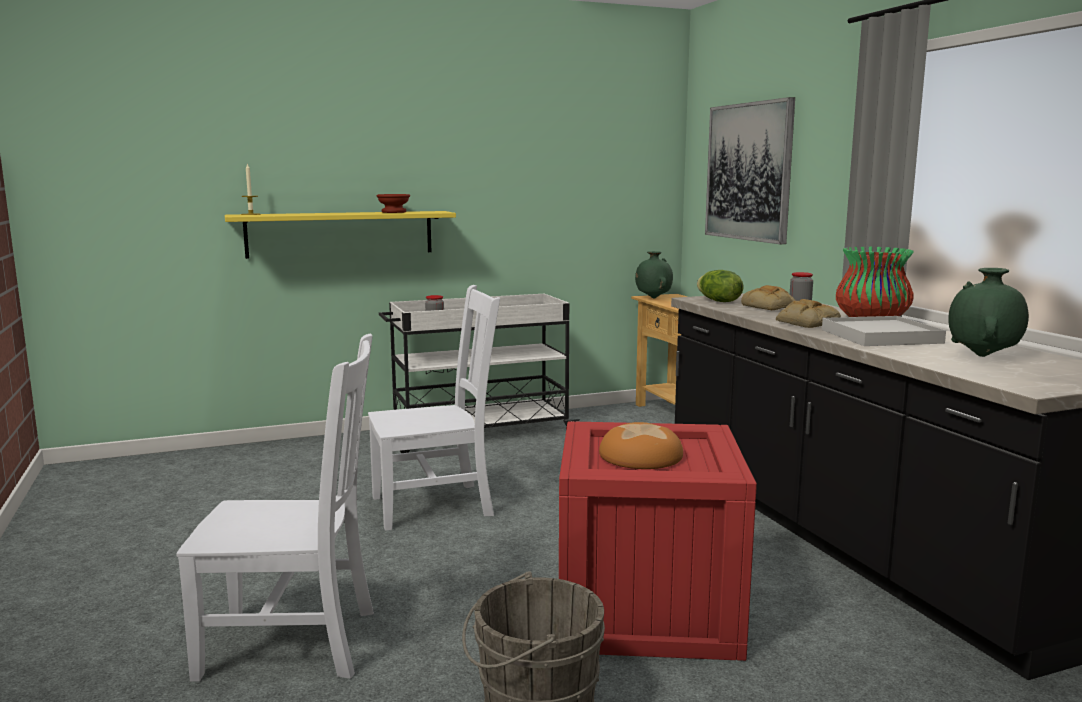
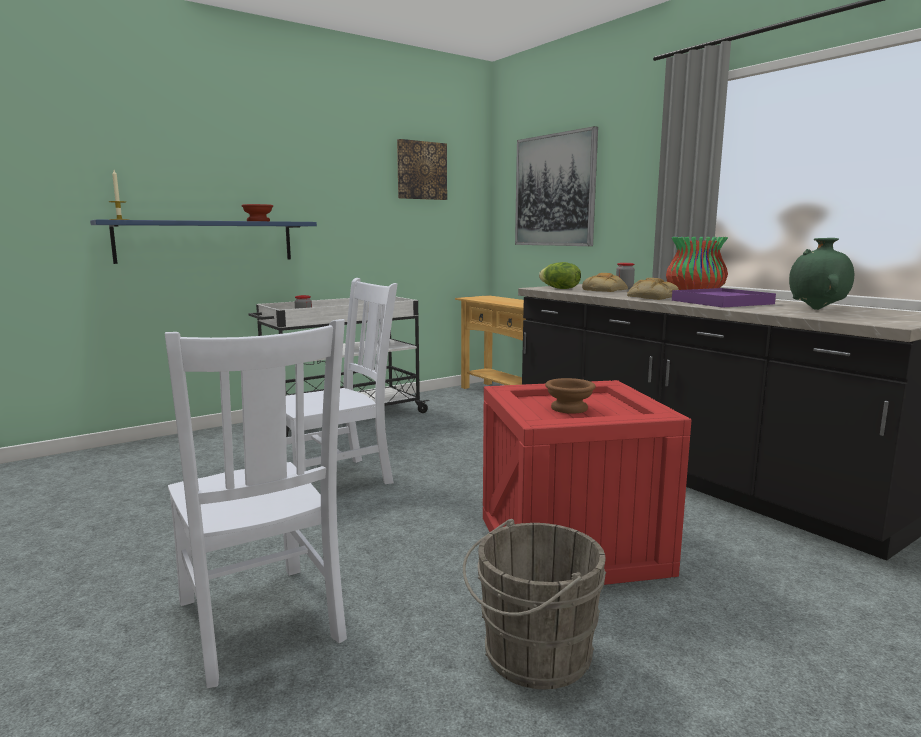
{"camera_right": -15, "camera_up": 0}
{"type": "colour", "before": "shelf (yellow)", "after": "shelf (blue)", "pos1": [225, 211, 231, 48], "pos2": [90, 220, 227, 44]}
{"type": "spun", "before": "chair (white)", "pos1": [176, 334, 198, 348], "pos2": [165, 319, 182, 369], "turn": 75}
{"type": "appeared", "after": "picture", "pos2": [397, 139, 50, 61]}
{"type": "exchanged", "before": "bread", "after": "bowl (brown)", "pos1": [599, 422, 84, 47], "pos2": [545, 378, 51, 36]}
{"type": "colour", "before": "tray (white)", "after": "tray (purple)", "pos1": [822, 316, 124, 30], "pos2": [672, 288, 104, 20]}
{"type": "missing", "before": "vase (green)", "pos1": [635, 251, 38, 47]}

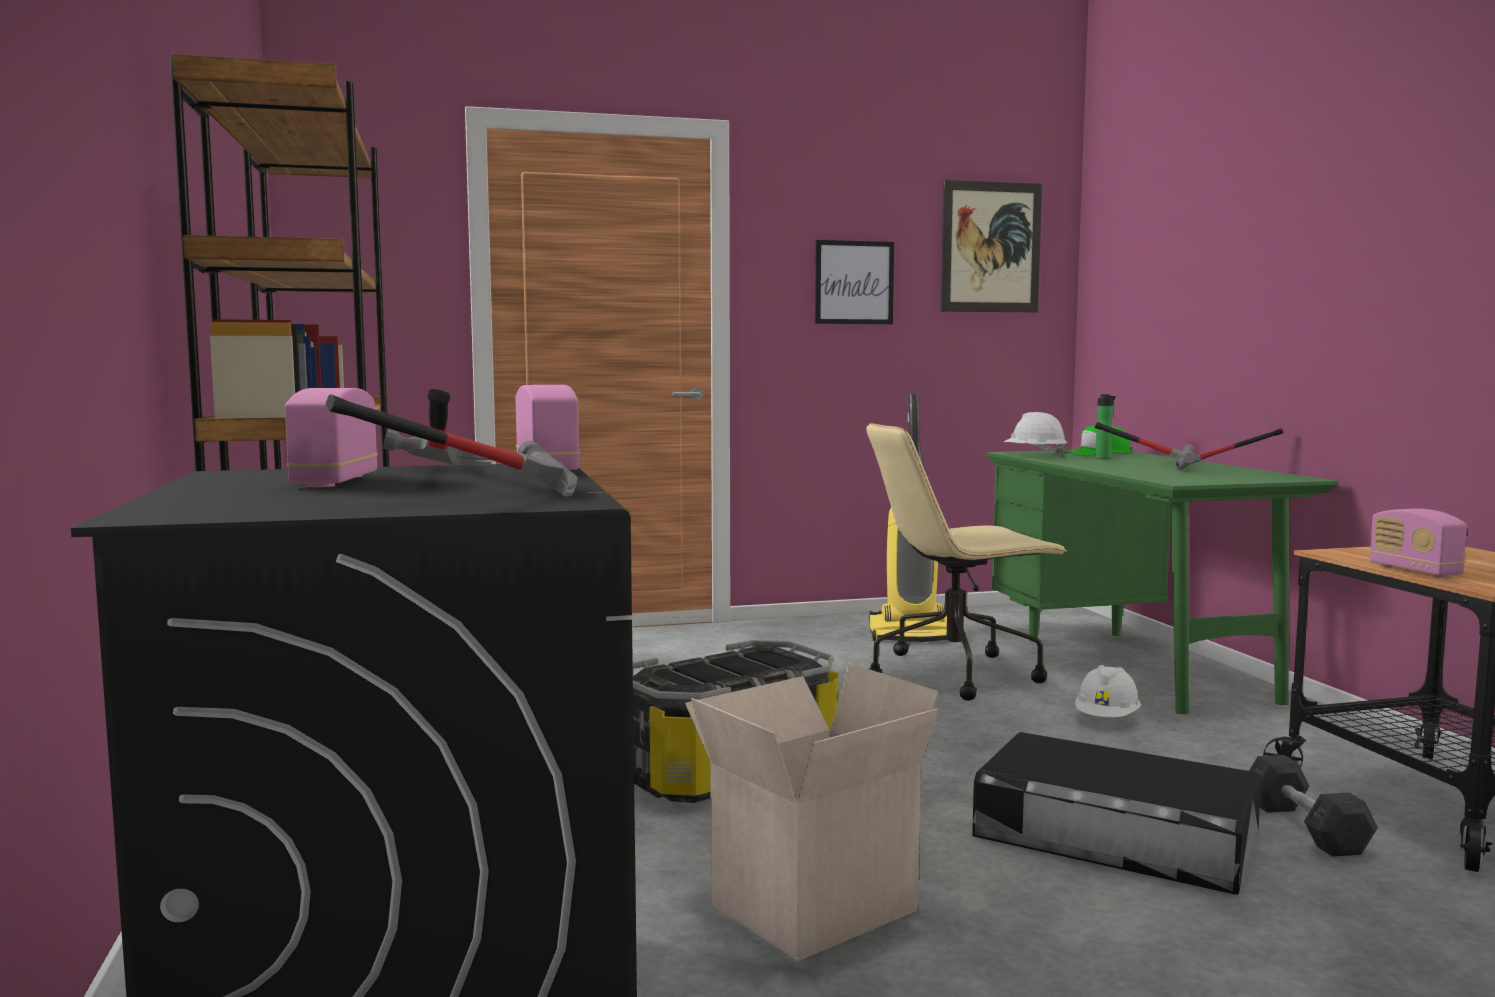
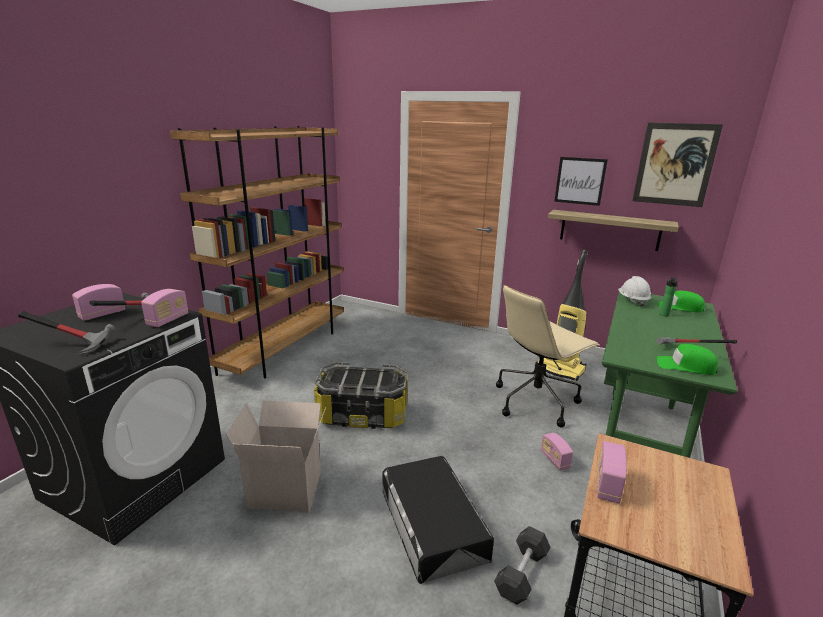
{"camera_right": 40, "camera_up": 15}
{"type": "spun", "before": "office chair (beige)", "pos1": [867, 423, 200, 278], "pos2": [496, 285, 104, 142], "turn": -60}
{"type": "exchanged", "before": "hard hat (white)", "after": "radio", "pos1": [1075, 665, 66, 53], "pos2": [541, 433, 32, 38]}
{"type": "appeared", "after": "shelf", "pos2": [548, 210, 131, 41]}
{"type": "appeared", "after": "cap (green)", "pos2": [657, 344, 61, 31]}
{"type": "missing", "before": "hammer", "pos1": [1095, 422, 99, 45]}

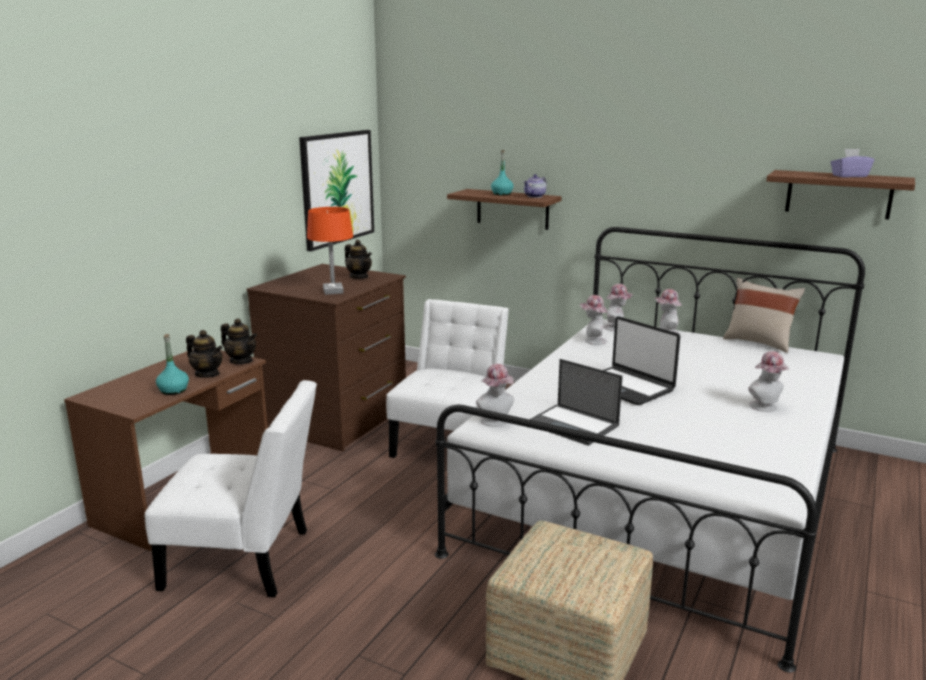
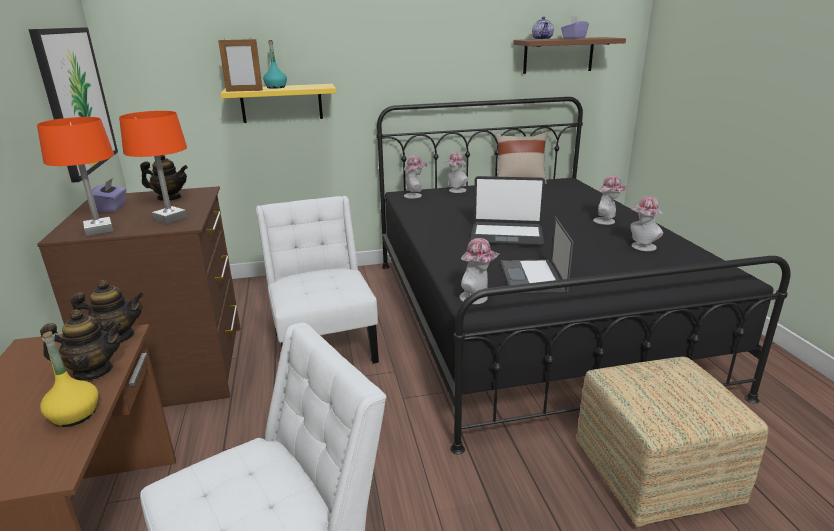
{"camera_right": -40, "camera_up": 5}
{"type": "appeared", "after": "table lamp (orange)", "pos2": [37, 117, 77, 119]}
{"type": "colour", "before": "bottle (turquoise)", "after": "bottle (yellow)", "pos1": [156, 334, 33, 61], "pos2": [40, 331, 59, 96]}
{"type": "appeared", "after": "tissue box (purple)", "pos2": [92, 178, 34, 34]}
{"type": "appeared", "after": "picture frame", "pos2": [218, 38, 45, 54]}
{"type": "colour", "before": "shelf (brown)", "after": "shelf (yellow)", "pos1": [447, 189, 115, 41], "pos2": [220, 84, 116, 39]}
{"type": "colour", "before": "bed (white)", "after": "bed (black)", "pos1": [435, 227, 430, 446], "pos2": [376, 97, 415, 357]}
{"type": "spun", "before": "laptop", "pos1": [529, 359, 94, 87], "pos2": [501, 216, 72, 77], "turn": 90}
{"type": "relocated", "before": "teapot", "pos1": [524, 174, 23, 24], "pos2": [532, 17, 22, 23]}
{"type": "relocated", "before": "hat", "pos1": [580, 295, 28, 50], "pos2": [630, 196, 33, 55]}

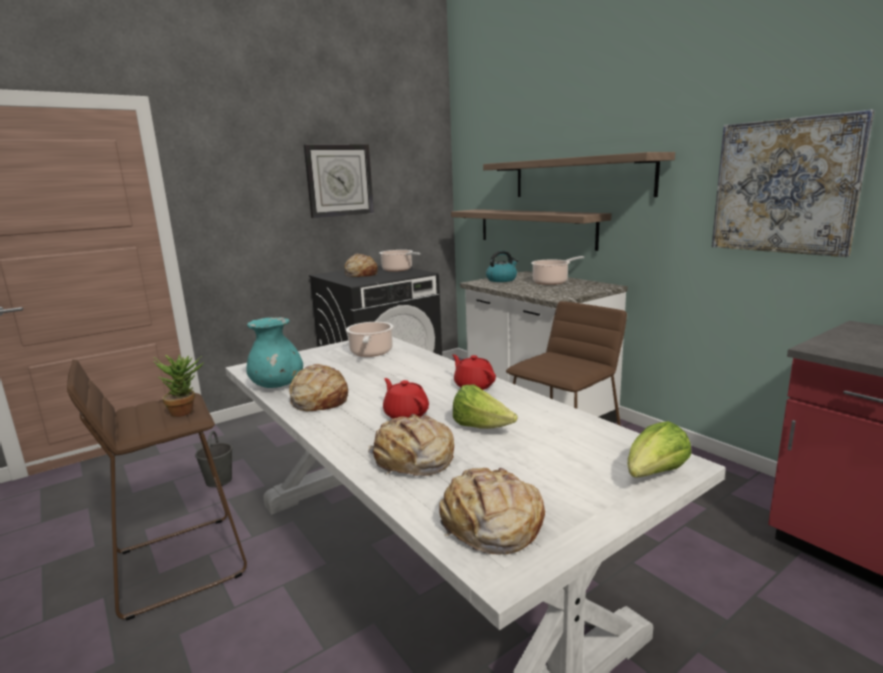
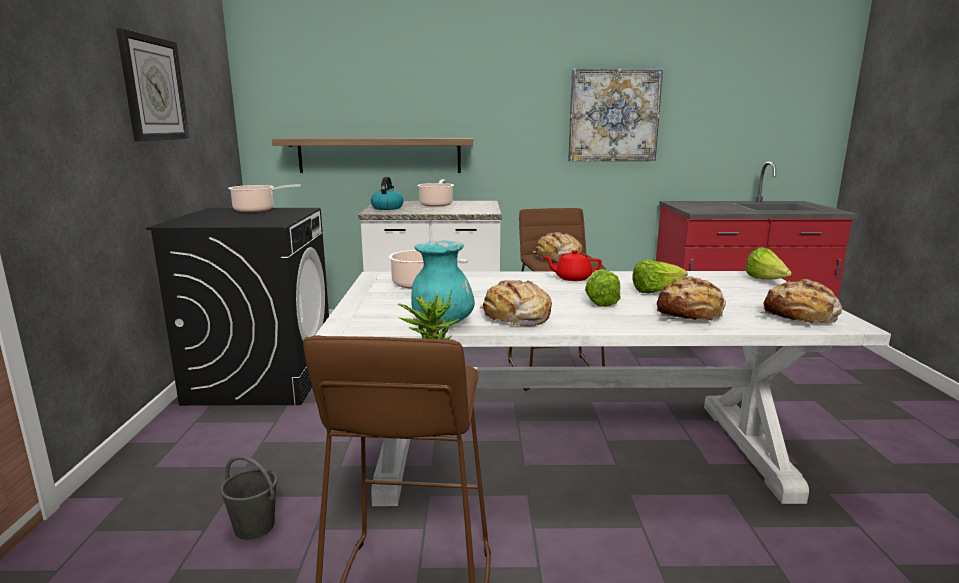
{"camera_right": -55, "camera_up": 0}
{"type": "relocated", "before": "bread", "pos1": [345, 254, 33, 23], "pos2": [533, 232, 49, 29]}
{"type": "exchanged", "before": "teapot (red)", "after": "lettuce", "pos1": [383, 378, 46, 41], "pos2": [585, 269, 36, 38]}
{"type": "missing", "before": "shelf", "pos1": [483, 152, 192, 45]}

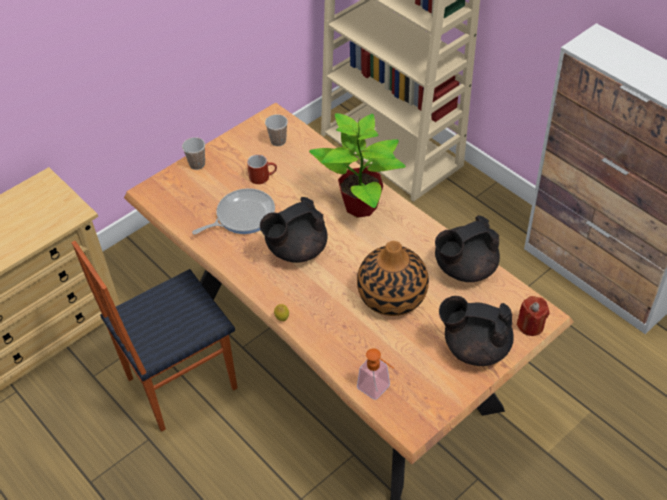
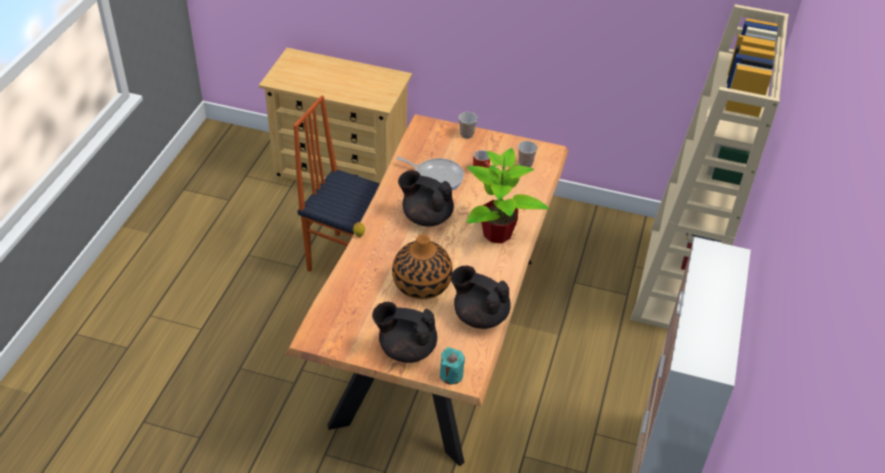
{"camera_right": 55, "camera_up": -5}
{"type": "spun", "before": "teapot (black)", "pos1": [439, 296, 75, 70], "pos2": [372, 302, 65, 61], "turn": -60}
{"type": "colour", "before": "candle (red)", "after": "candle (turquoise)", "pos1": [517, 296, 32, 40], "pos2": [440, 347, 25, 37]}
{"type": "missing", "before": "soap dispenser", "pos1": [357, 348, 37, 52]}

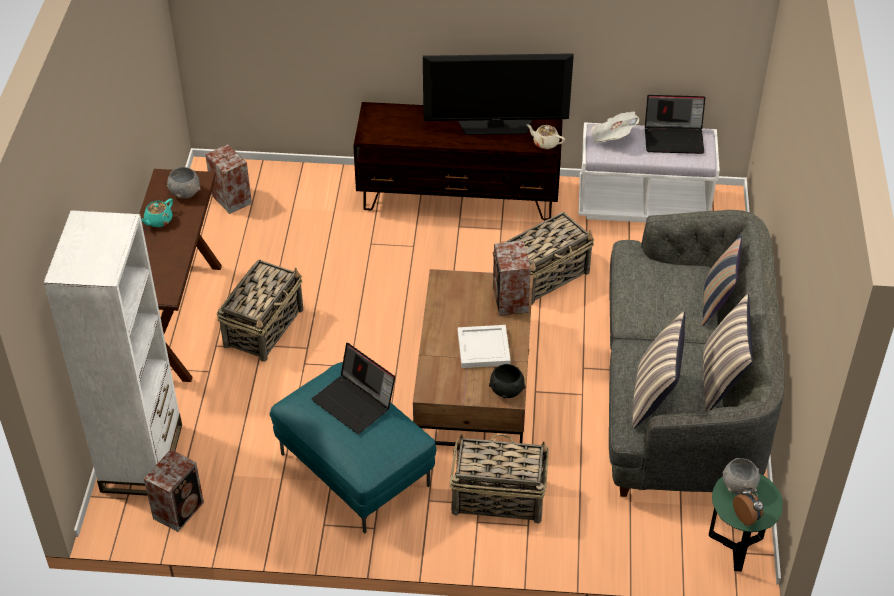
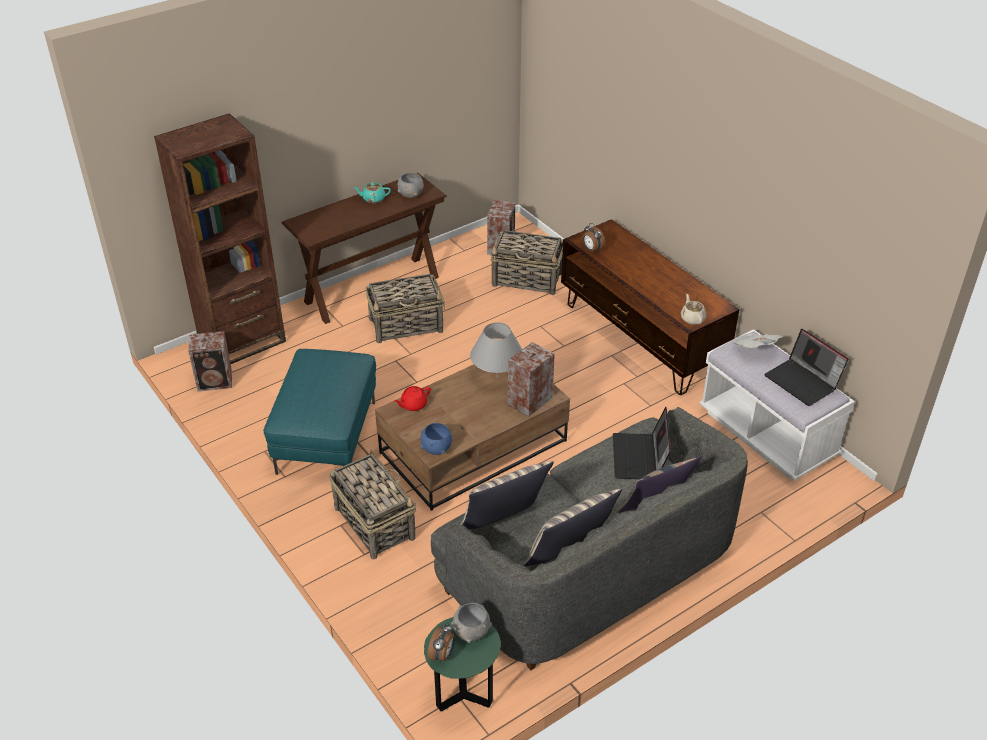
{"camera_right": 50, "camera_up": -5}
{"type": "colour", "before": "bookcase (white)", "after": "bookcase (brown)", "pos1": [43, 210, 139, 286], "pos2": [154, 113, 132, 251]}
{"type": "appeared", "after": "teapot (red)", "pos2": [394, 386, 37, 25]}
{"type": "colour", "before": "bowl (black)", "after": "bowl (blue)", "pos1": [489, 364, 36, 34], "pos2": [421, 423, 31, 32]}
{"type": "appeared", "after": "table lamp (grey)", "pos2": [470, 322, 52, 56]}
{"type": "relocated", "before": "basket", "pos1": [504, 212, 90, 93], "pos2": [490, 230, 73, 65]}
{"type": "appeared", "after": "alarm clock", "pos2": [583, 223, 22, 30]}
{"type": "relocated", "before": "laptop", "pos1": [311, 343, 84, 91], "pos2": [613, 407, 58, 72]}
{"type": "missing", "before": "television", "pos1": [423, 53, 151, 82]}
{"type": "missing", "before": "tray (white)", "pos1": [458, 325, 53, 43]}

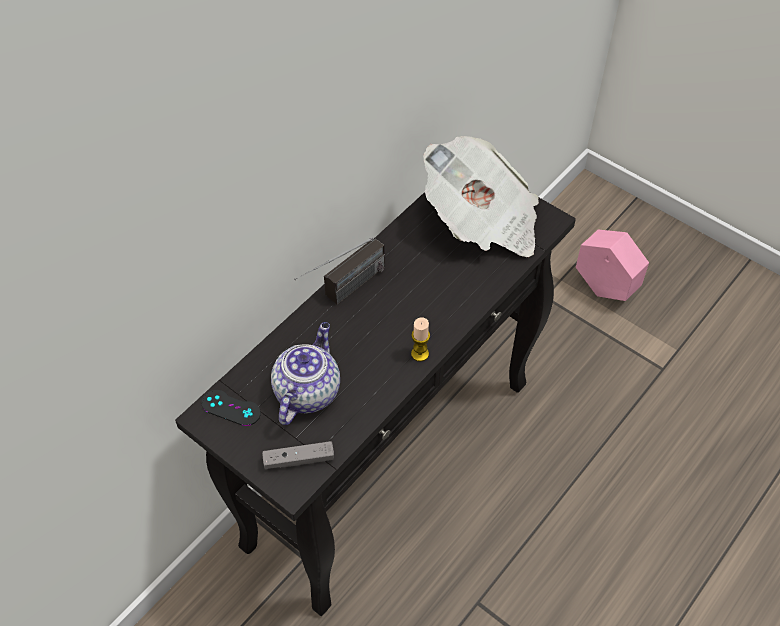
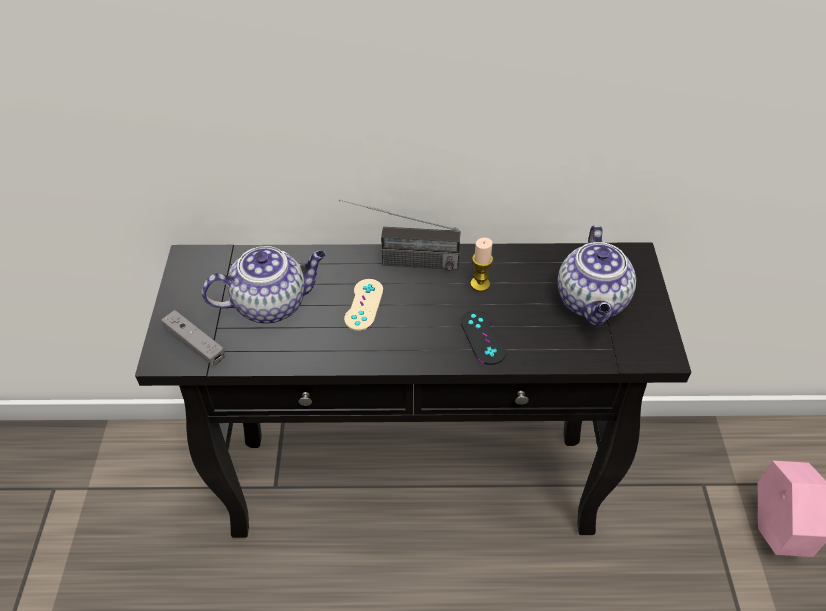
{"camera_right": 50, "camera_up": -5}
{"type": "appeared", "after": "game controller (beige)", "pos2": [344, 279, 40, 52]}
{"type": "relocated", "before": "game controller (black)", "pos1": [201, 390, 60, 36], "pos2": [461, 310, 45, 55]}
{"type": "relocated", "before": "candle", "pos1": [411, 317, 19, 45], "pos2": [470, 238, 23, 54]}
{"type": "exchanged", "before": "newspaper", "after": "teapot", "pos1": [423, 136, 116, 121], "pos2": [558, 225, 78, 101]}

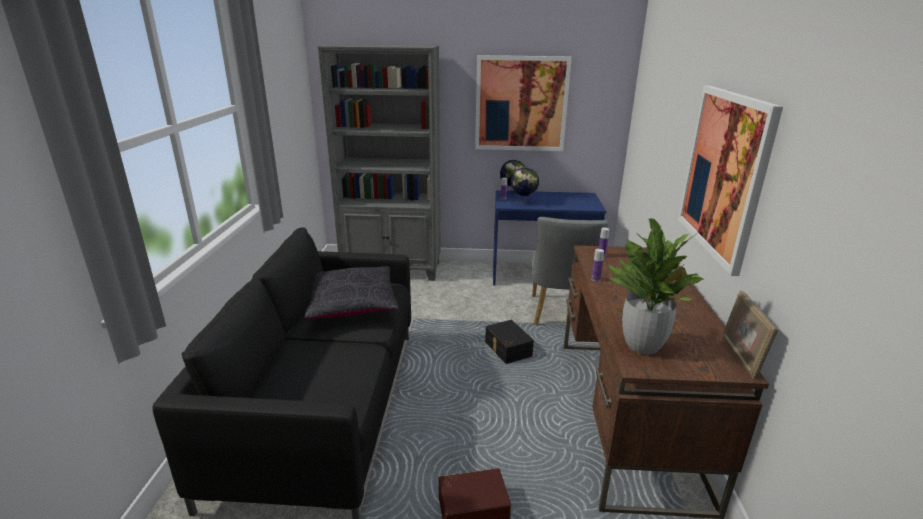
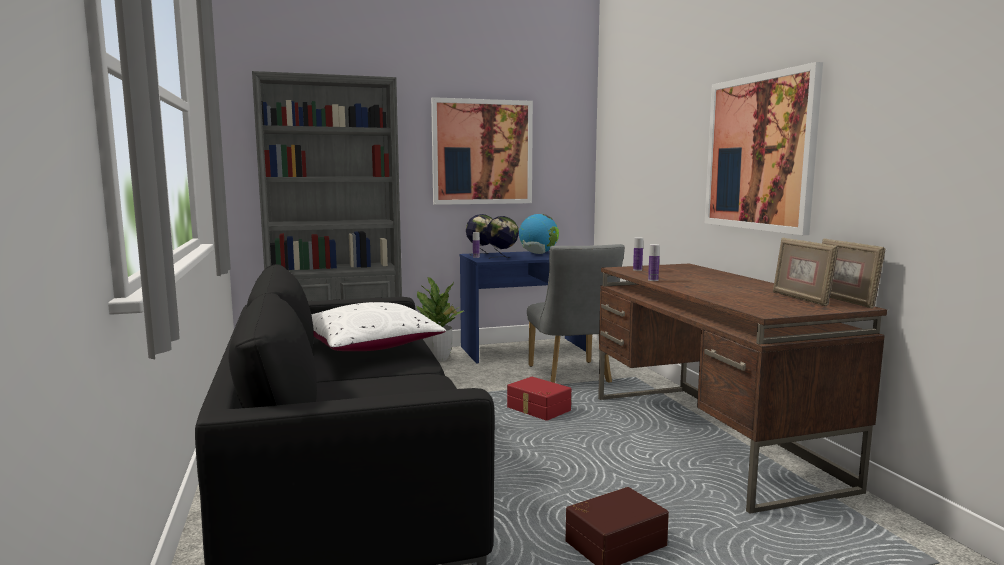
{"camera_right": -20, "camera_up": -15}
{"type": "colour", "before": "pillow (black)", "after": "pillow (white)", "pos1": [305, 266, 94, 53], "pos2": [312, 302, 134, 49]}
{"type": "relocated", "before": "potted plant", "pos1": [608, 218, 95, 136], "pos2": [417, 277, 47, 85]}
{"type": "colour", "before": "storage box (black)", "after": "storage box (red)", "pos1": [485, 320, 49, 44], "pos2": [507, 377, 64, 44]}
{"type": "appeared", "after": "globe", "pos2": [519, 214, 40, 40]}
{"type": "appeared", "after": "picture frame", "pos2": [773, 238, 66, 68]}

